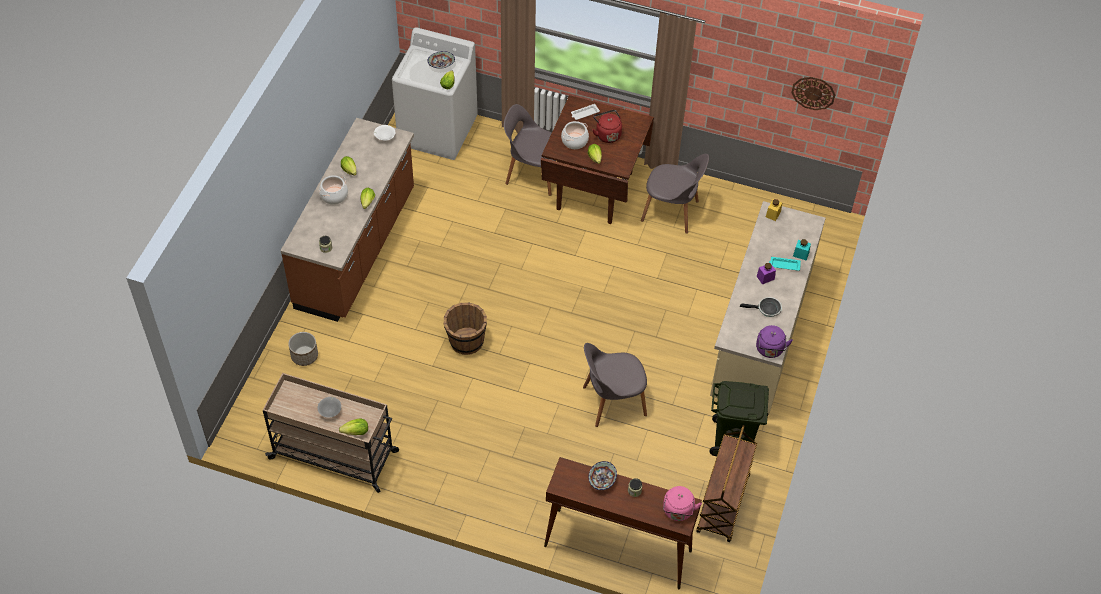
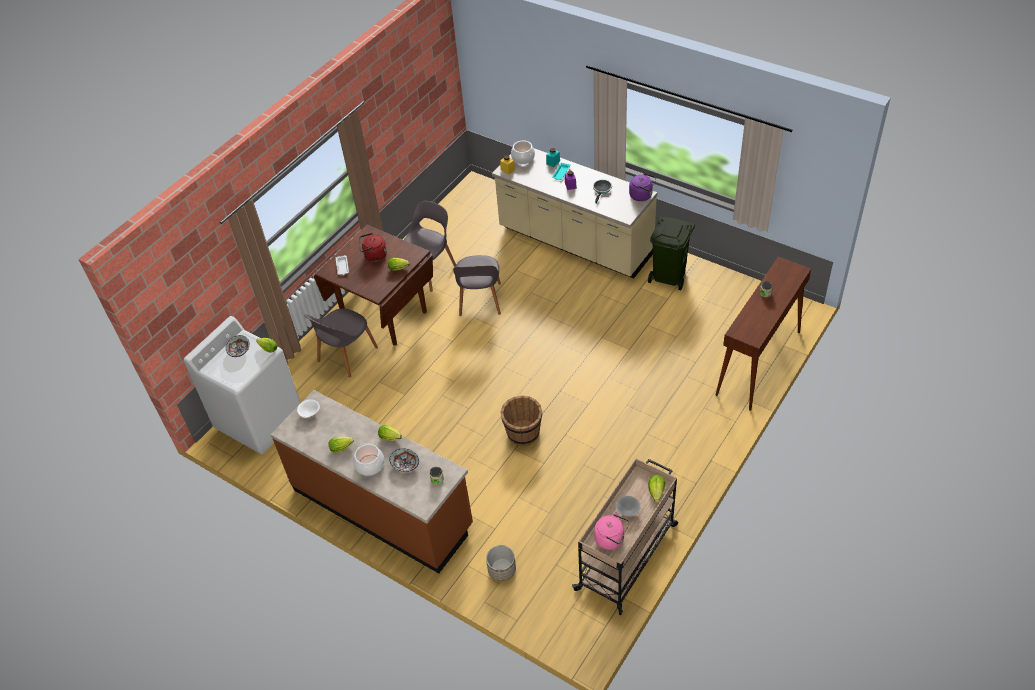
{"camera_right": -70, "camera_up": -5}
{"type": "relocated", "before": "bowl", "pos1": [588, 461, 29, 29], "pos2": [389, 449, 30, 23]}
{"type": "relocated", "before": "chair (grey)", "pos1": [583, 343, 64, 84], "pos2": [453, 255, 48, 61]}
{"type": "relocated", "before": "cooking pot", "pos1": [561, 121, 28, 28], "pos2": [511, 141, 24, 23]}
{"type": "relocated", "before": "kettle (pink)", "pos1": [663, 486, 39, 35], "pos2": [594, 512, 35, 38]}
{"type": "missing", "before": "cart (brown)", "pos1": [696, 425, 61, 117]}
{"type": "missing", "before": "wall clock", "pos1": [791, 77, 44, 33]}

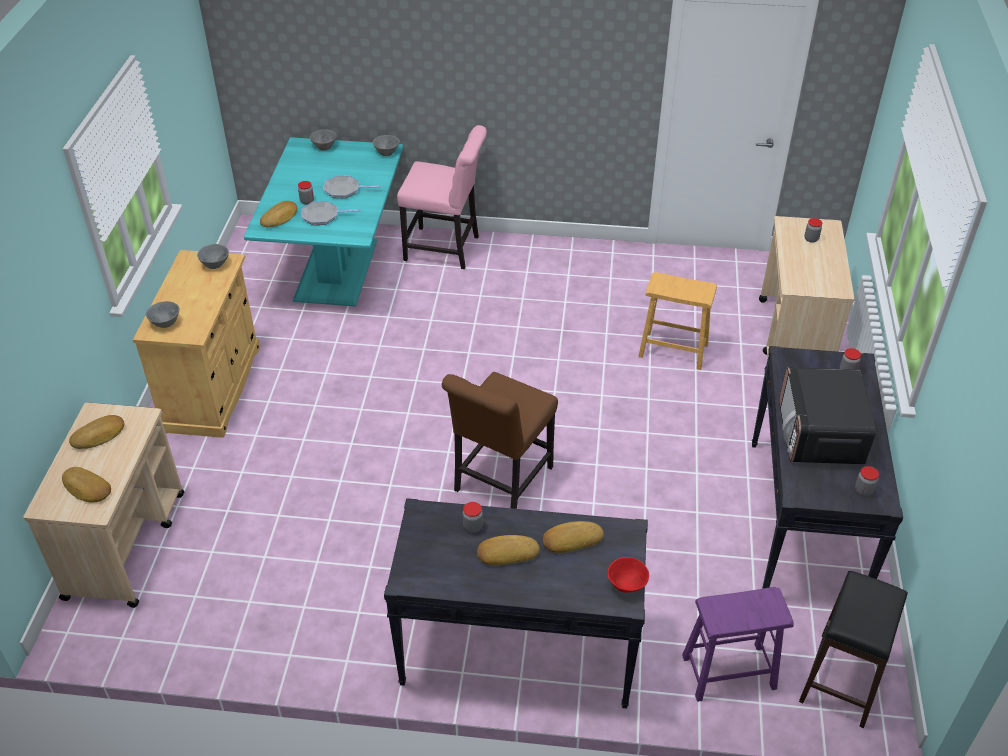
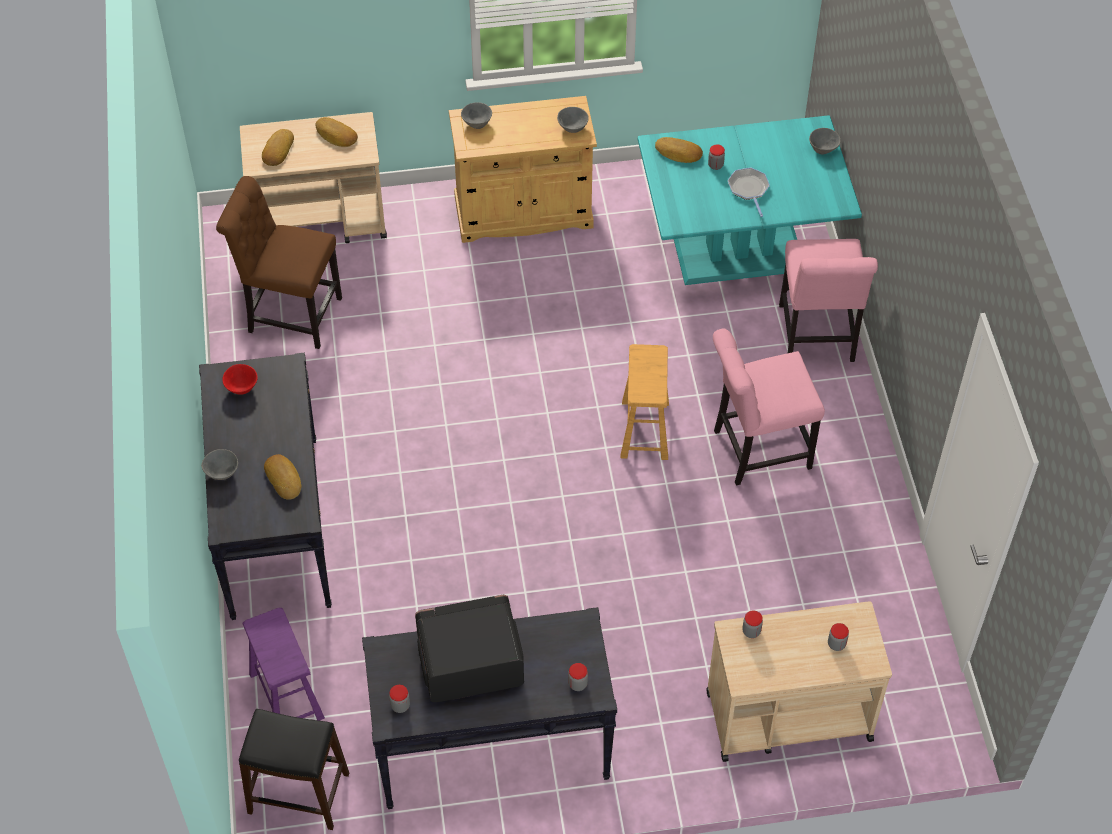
{"camera_right": 75, "camera_up": 10}
{"type": "relocated", "before": "bowl (grey)", "pos1": [373, 135, 27, 21], "pos2": [201, 449, 37, 31]}
{"type": "relocated", "before": "chair (brown)", "pos1": [442, 372, 116, 137], "pos2": [216, 176, 126, 173]}
{"type": "relocated", "before": "bowl (red)", "pos1": [607, 557, 42, 36], "pos2": [222, 364, 36, 31]}
{"type": "relocated", "before": "stool (brown)", "pos1": [638, 272, 79, 98], "pos2": [620, 344, 49, 116]}
{"type": "appeared", "after": "chair (pink)", "pos2": [713, 328, 112, 157]}
{"type": "relocated", "before": "jar", "pos1": [463, 502, 20, 31], "pos2": [742, 610, 21, 28]}
{"type": "missing", "before": "frying pan", "pos1": [301, 201, 60, 24]}
{"type": "missing", "before": "bread", "pos1": [477, 535, 63, 31]}

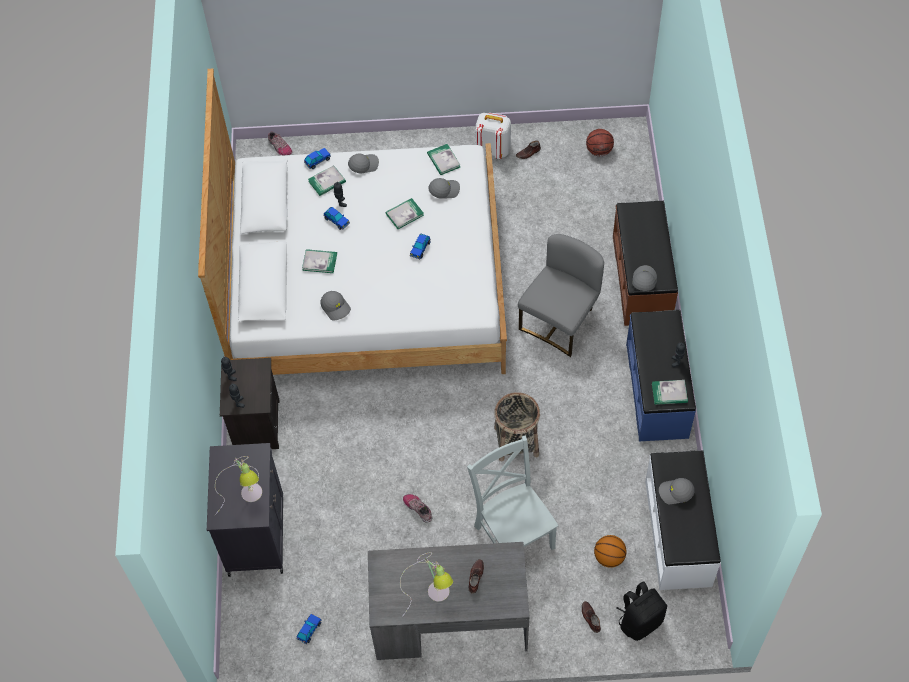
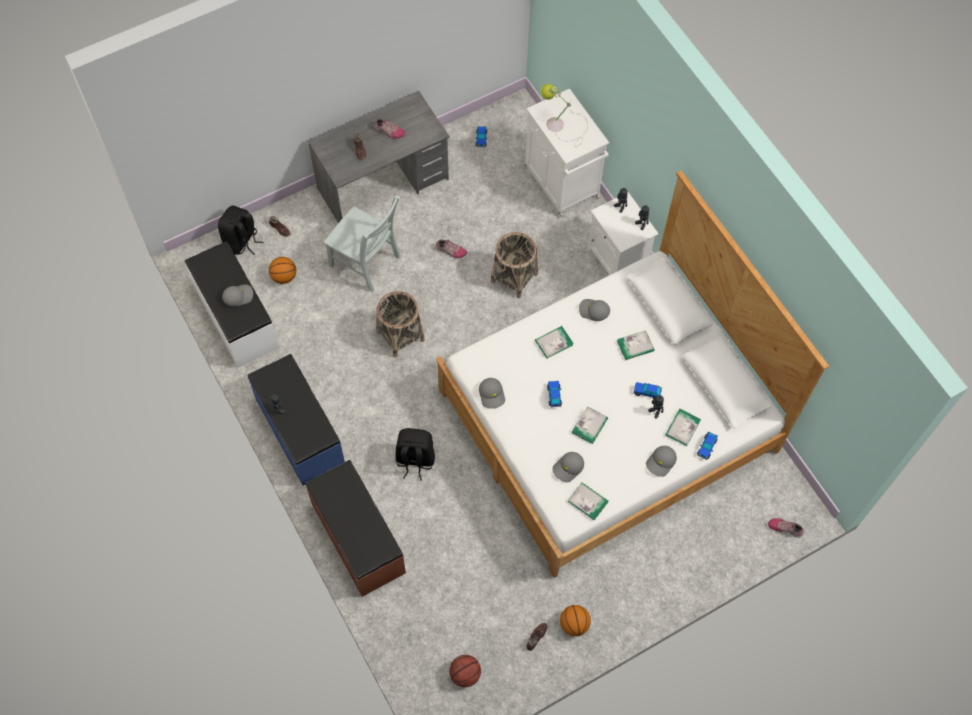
{"camera_right": 150, "camera_up": 5}
{"type": "exchanged", "before": "table lamp", "after": "shoe", "pos1": [400, 552, 53, 65], "pos2": [374, 118, 32, 21]}
{"type": "exchanged", "before": "chair (grey)", "after": "backpack (black)", "pos1": [518, 234, 86, 123], "pos2": [395, 428, 40, 53]}
{"type": "relocated", "before": "cap (grey)", "pos1": [632, 265, 25, 26], "pos2": [479, 378, 26, 31]}
{"type": "appeared", "after": "basket", "pos2": [491, 232, 47, 66]}
{"type": "colour", "before": "cabinet (black)", "after": "cabinet (white)", "pos1": [207, 443, 77, 134], "pos2": [524, 89, 85, 128]}
{"type": "relocated", "before": "book", "pos1": [652, 380, 36, 25], "pos2": [535, 326, 39, 32]}
{"type": "exchanged", "before": "backpack (white)", "after": "basketball", "pos1": [476, 113, 35, 46], "pos2": [560, 605, 31, 31]}
{"type": "colour", "before": "nightstand (black)", "after": "nightstand (white)", "pos1": [220, 358, 59, 91], "pos2": [588, 192, 71, 83]}

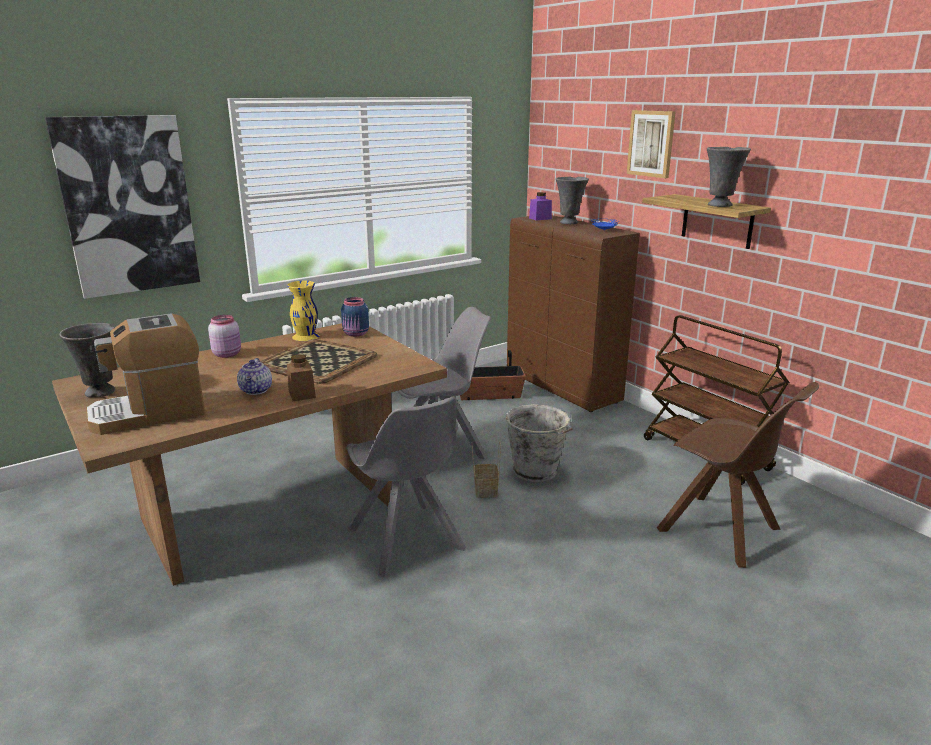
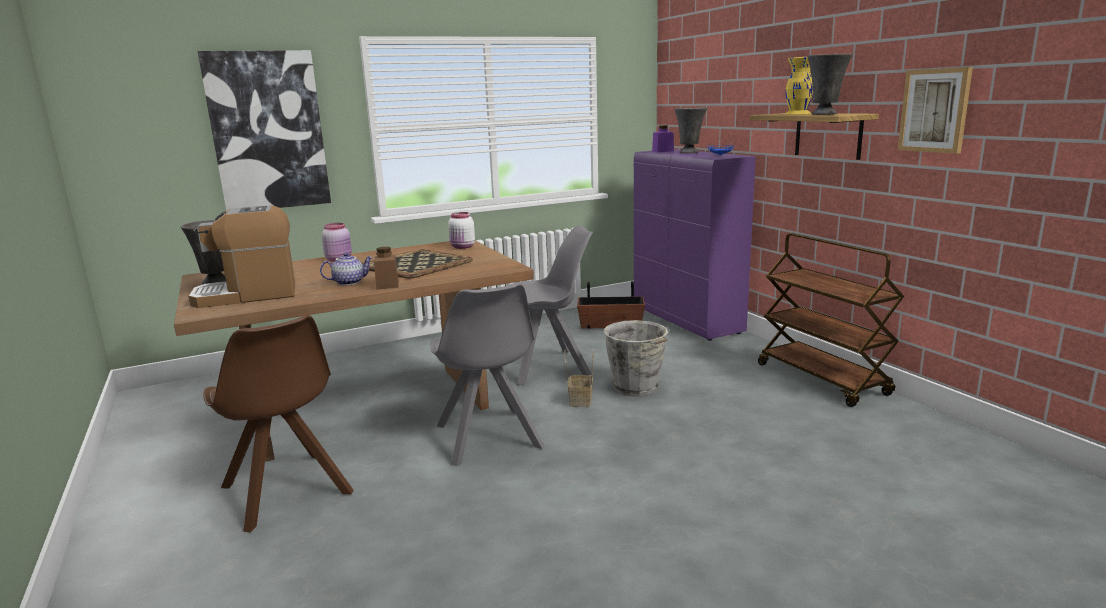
{"camera_right": 10, "camera_up": -5}
{"type": "relocated", "before": "chair (brown)", "pos1": [657, 382, 162, 186], "pos2": [203, 315, 151, 218]}
{"type": "spun", "before": "teapot", "pos1": [237, 358, 35, 37], "pos2": [320, 252, 53, 33], "turn": -120}
{"type": "colour", "before": "jar (blue)", "after": "jar (white)", "pos1": [341, 297, 28, 40], "pos2": [448, 212, 27, 37]}
{"type": "colour", "before": "cabinet (brown)", "after": "cabinet (purple)", "pos1": [507, 215, 133, 197], "pos2": [634, 149, 122, 192]}
{"type": "relocated", "before": "vase (yellow)", "pos1": [287, 281, 33, 60], "pos2": [785, 57, 28, 57]}
{"type": "relocated", "before": "picture", "pos1": [627, 110, 49, 68], "pos2": [898, 67, 75, 87]}

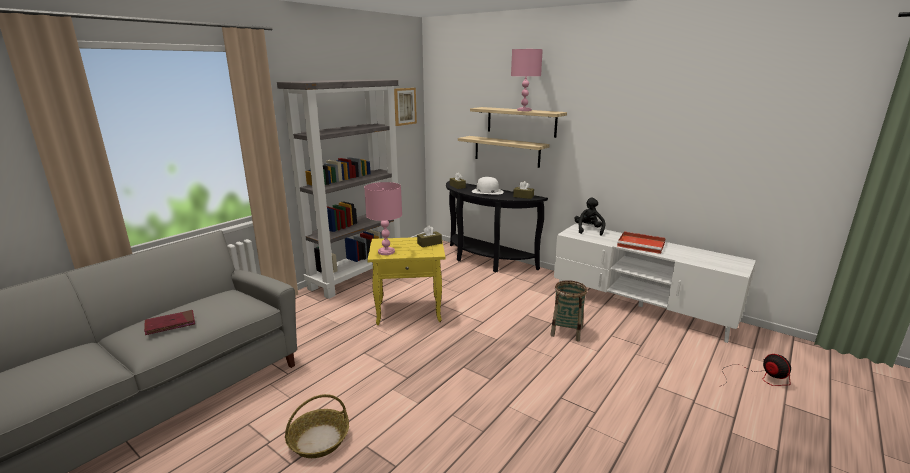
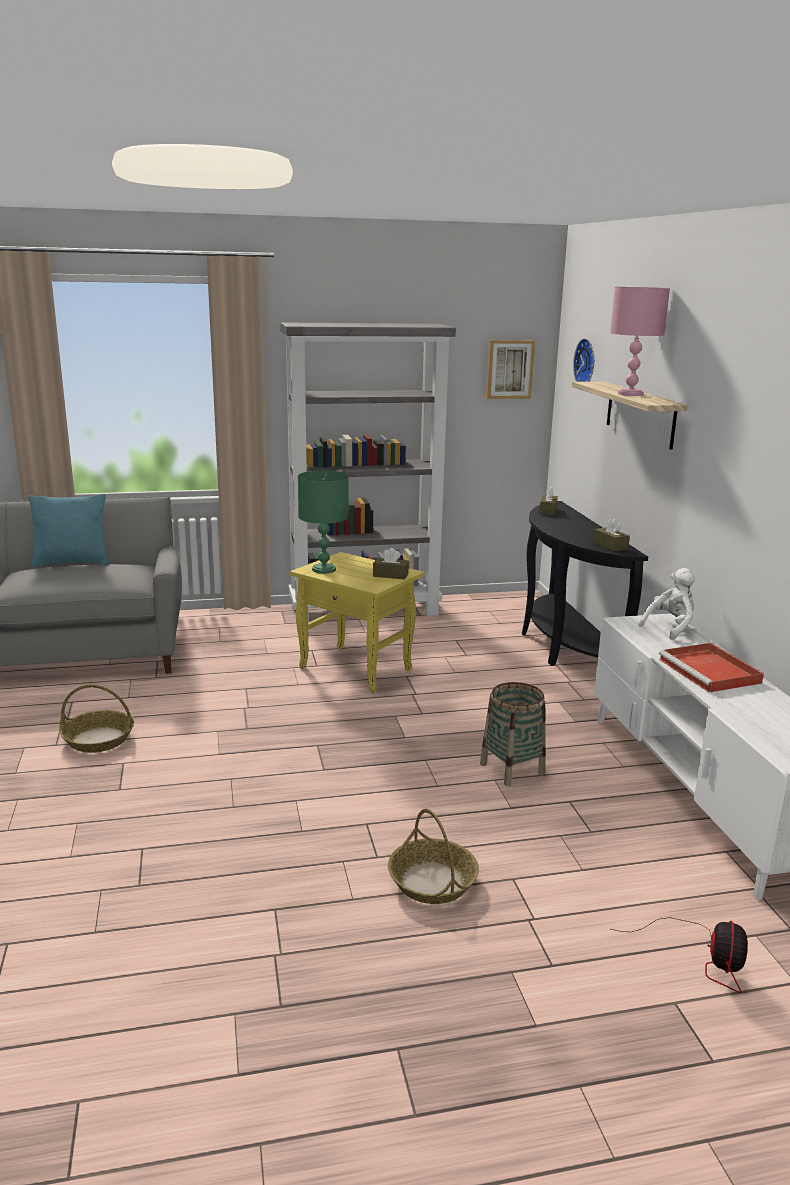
{"camera_right": 40, "camera_up": 0}
{"type": "appeared", "after": "pillow (turquoise)", "pos2": [28, 494, 81, 73]}
{"type": "colour", "before": "table lamp (pink)", "after": "table lamp (green)", "pos1": [364, 182, 38, 73], "pos2": [298, 470, 51, 104]}
{"type": "appeared", "after": "basket", "pos2": [388, 809, 91, 95]}
{"type": "appeared", "after": "wall clock", "pos2": [573, 338, 21, 44]}
{"type": "colour", "before": "plush toy (black)", "after": "plush toy (white)", "pos1": [574, 197, 31, 39], "pos2": [639, 568, 56, 72]}
{"type": "missing", "before": "book (red)", "pos1": [144, 310, 51, 25]}
{"type": "missing", "before": "shelf", "pos1": [458, 136, 92, 32]}
{"type": "missing", "before": "hat (white)", "pos1": [472, 177, 32, 18]}

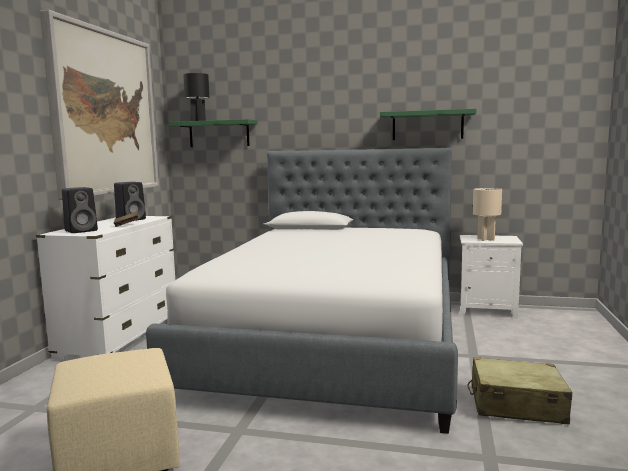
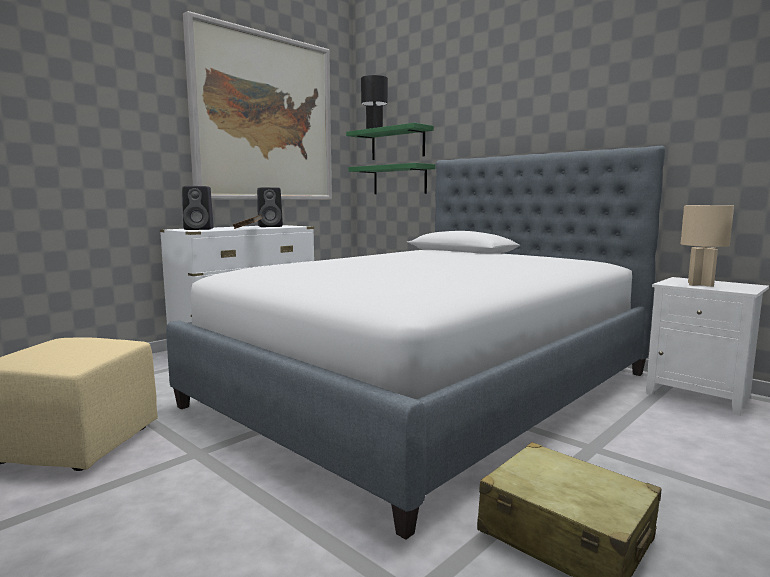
{"camera_right": 30, "camera_up": 0}
{"type": "relocated", "before": "shelf (green)", "pos1": [380, 109, 97, 31], "pos2": [349, 163, 86, 31]}

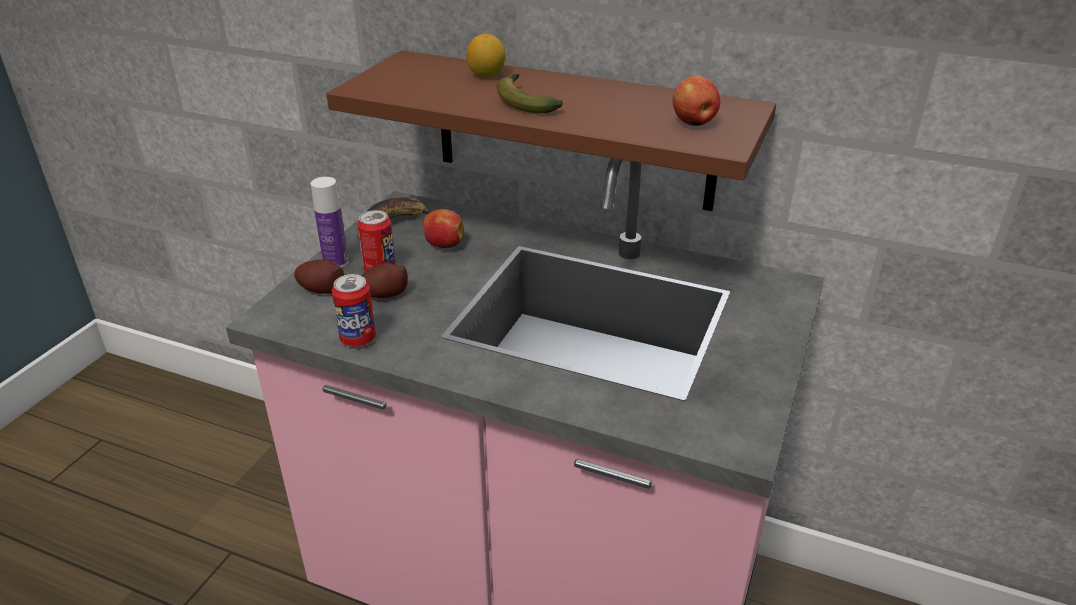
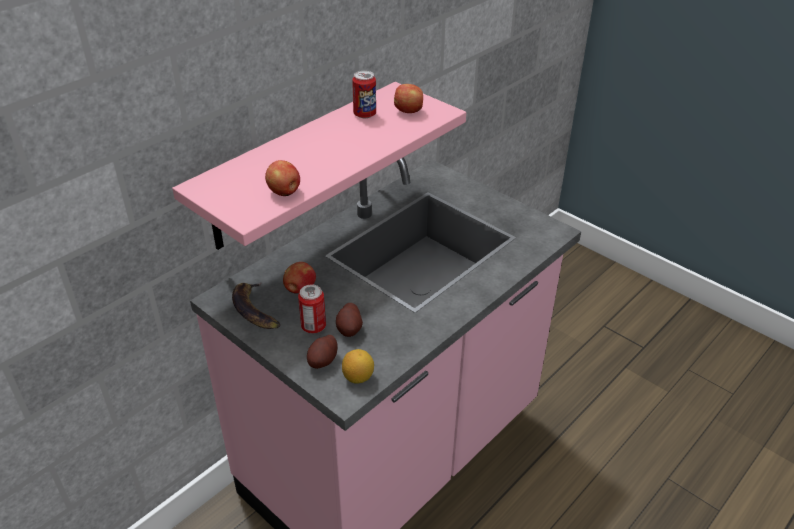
{"camera_right": -70, "camera_up": 5}
{"type": "colour", "before": "shelf (brown)", "after": "shelf (pink)", "pos1": [326, 50, 450, 161], "pos2": [172, 82, 294, 168]}
{"type": "appeared", "after": "apple", "pos2": [265, 160, 35, 36]}
{"type": "relocated", "before": "lemon", "pos1": [466, 34, 39, 44], "pos2": [342, 349, 32, 35]}
{"type": "relocated", "before": "can", "pos1": [332, 274, 44, 73], "pos2": [352, 71, 24, 47]}
{"type": "missing", "before": "bottle", "pos1": [311, 177, 38, 91]}
{"type": "missing", "before": "banana", "pos1": [496, 74, 67, 39]}

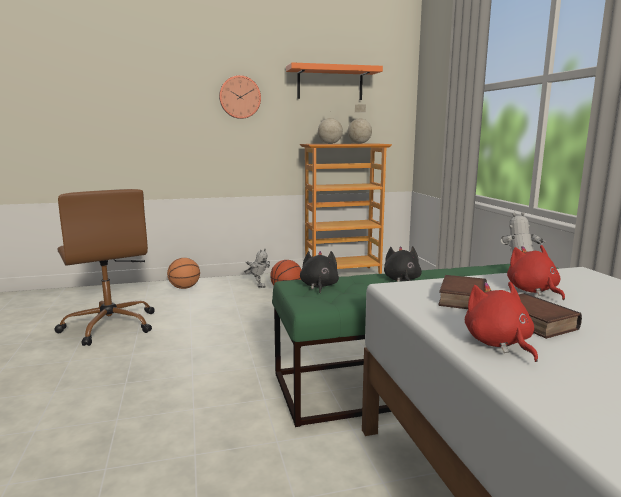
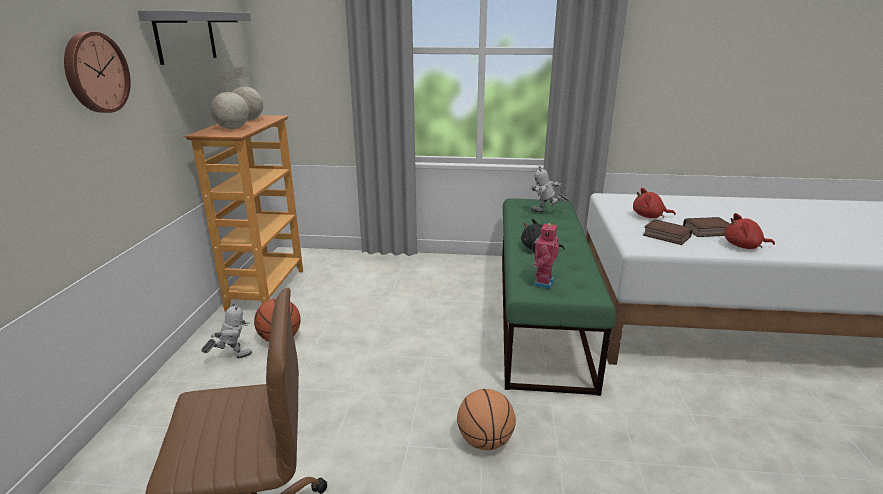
{"camera_right": -70, "camera_up": 10}
{"type": "colour", "before": "shelf (orange)", "after": "shelf (grey)", "pos1": [286, 62, 97, 38], "pos2": [138, 10, 113, 55]}
{"type": "relocated", "before": "basketball", "pos1": [167, 258, 33, 31], "pos2": [457, 389, 59, 61]}
{"type": "exchanged", "before": "plush toy (black)", "after": "toy robot", "pos1": [300, 251, 39, 42], "pos2": [532, 222, 27, 67]}

